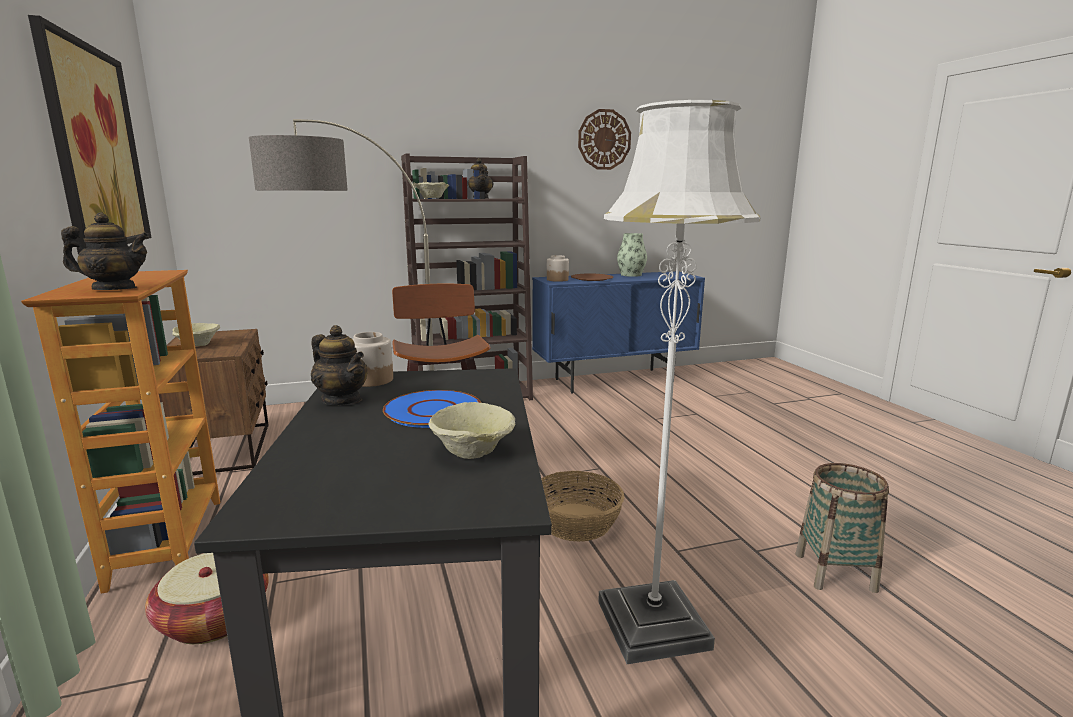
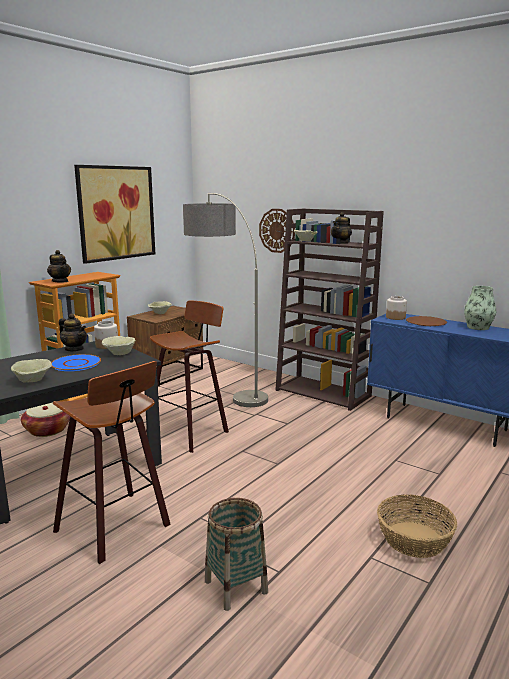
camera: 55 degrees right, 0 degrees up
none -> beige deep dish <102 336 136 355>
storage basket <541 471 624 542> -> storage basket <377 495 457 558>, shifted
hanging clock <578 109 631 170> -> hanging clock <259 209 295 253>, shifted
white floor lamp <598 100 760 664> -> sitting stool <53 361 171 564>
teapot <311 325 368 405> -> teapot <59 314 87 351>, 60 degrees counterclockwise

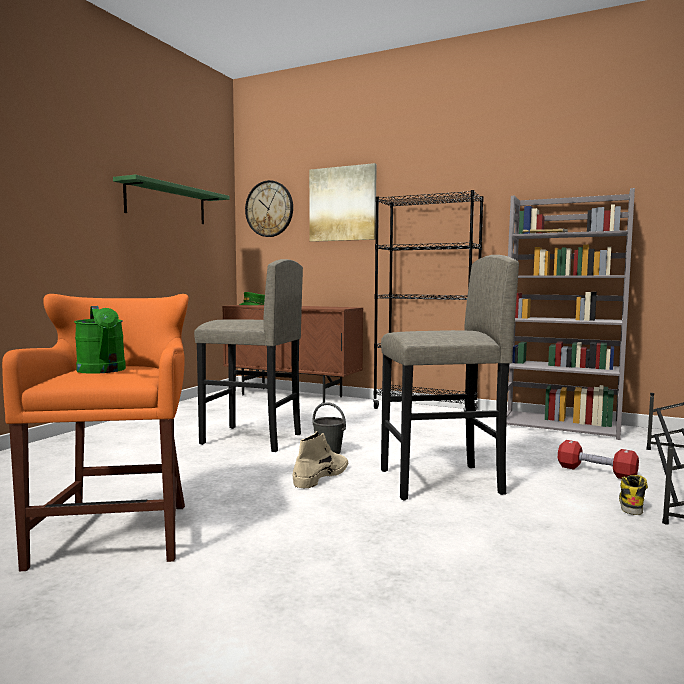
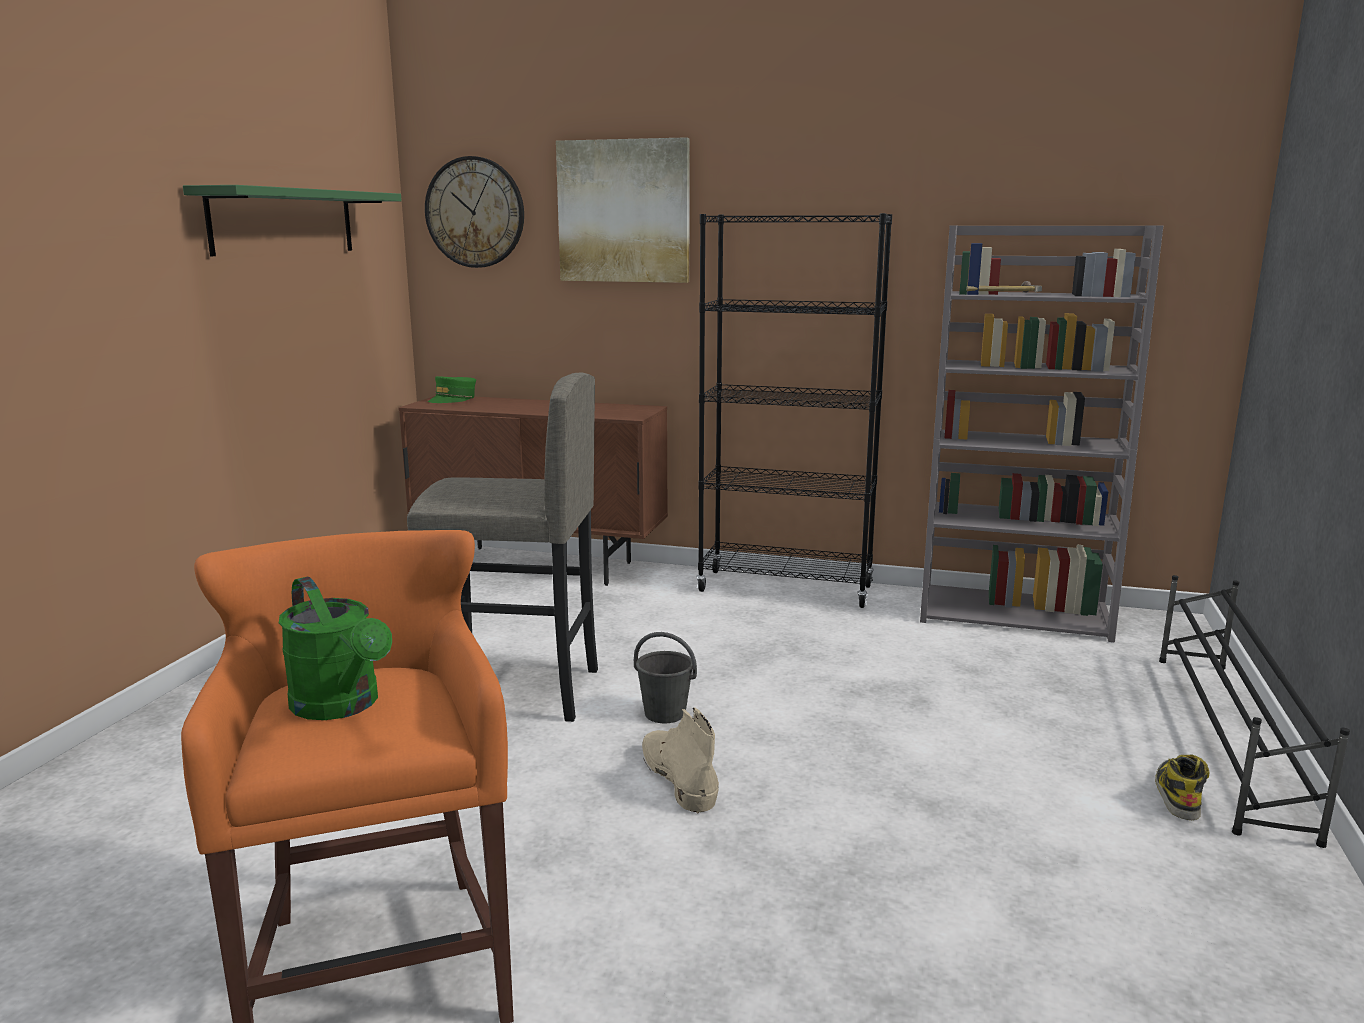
camera: 10 degrees left, 10 degrees up
greyish sitting stool <381 255 519 500> -> none
red-coloured hand weight <558 440 639 479> -> none
beige tall boot <292 431 348 488> -> beige tall boot <642 708 719 814>, 45 degrees counterclockwise

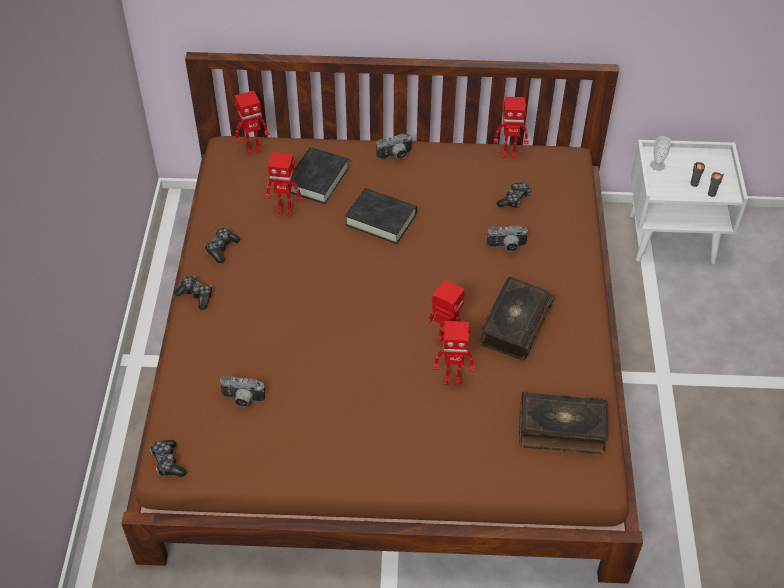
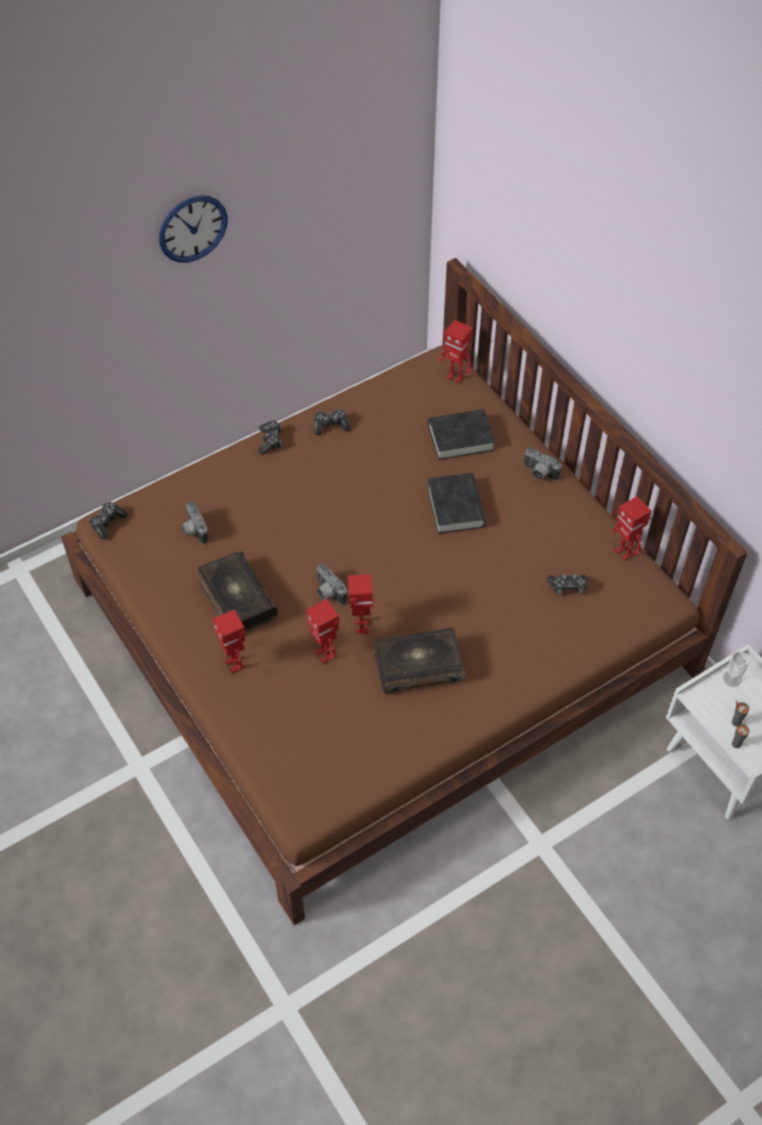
camera: 55 degrees right, 5 degrees up
none -> hanging clock <159 196 228 263>
toy robot <265 152 302 216> -> toy robot <213 609 245 674>, shifted
still camera <487 225 528 252> -> still camera <316 563 347 605>, shifted
book <519 391 608 454> -> book <198 551 278 632>, shifted

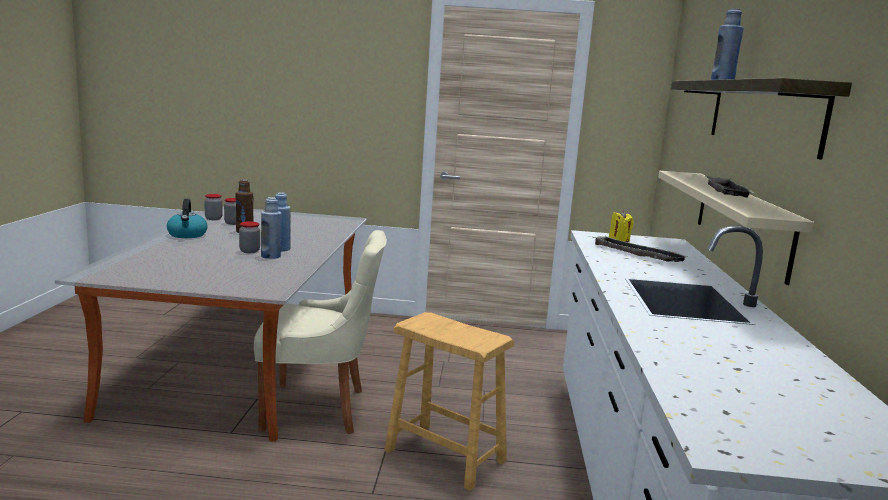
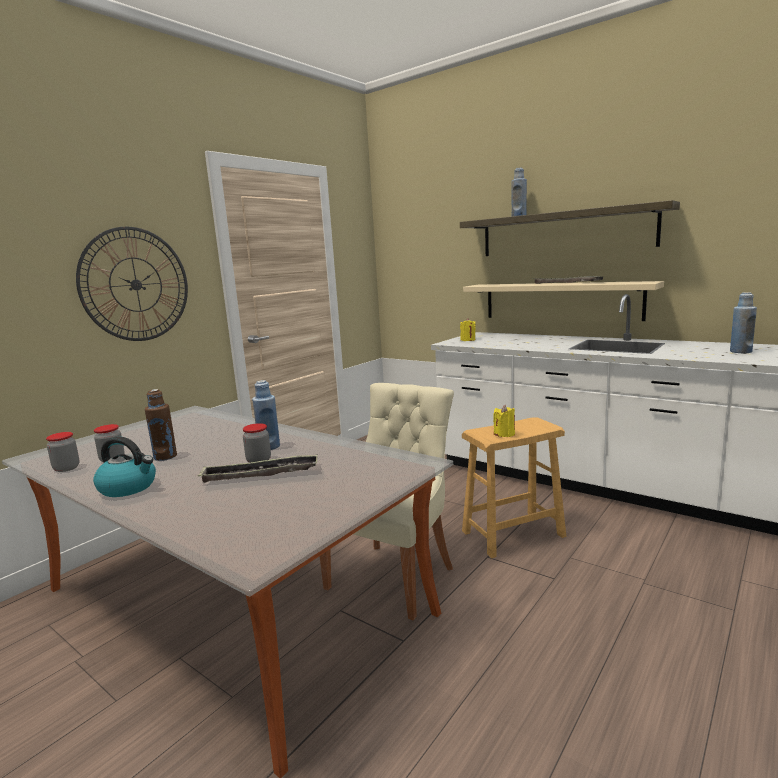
camera: 55 degrees left, 0 degrees up
none -> hanging clock <76 227 188 341>
none -> yellow wax candle <493 405 515 437>
bluish drink bottle <261 197 281 259> -> bluish drink bottle <730 293 757 353>, shifted
carrying tray <593 236 687 262> -> carrying tray <197 454 318 483>, shifted

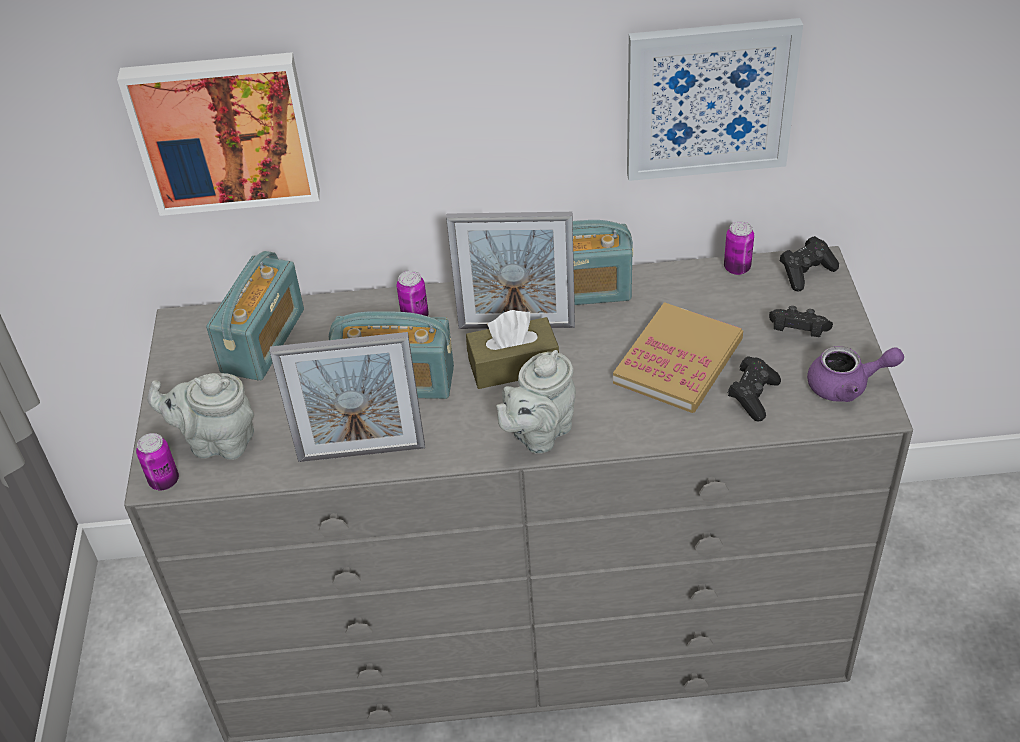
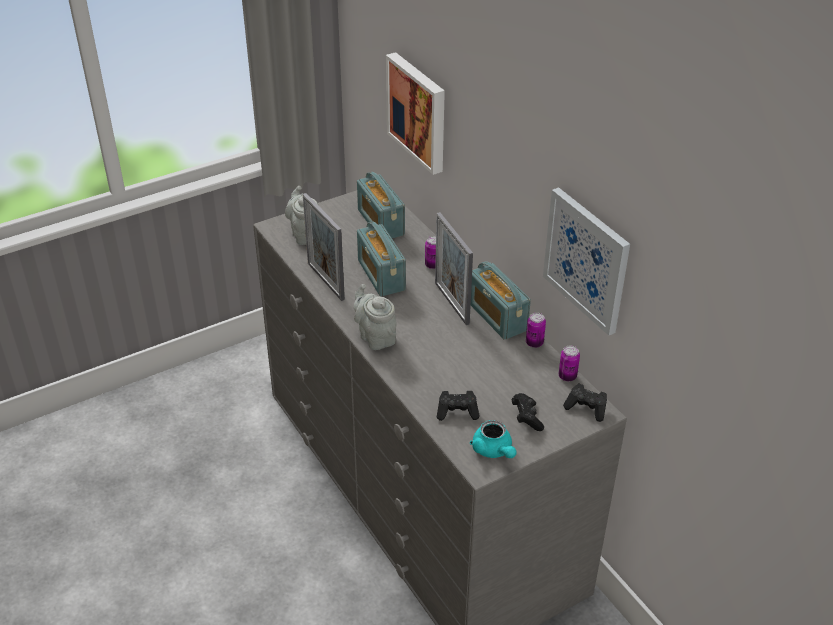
camera: 60 degrees right, 5 degrees down
brown box of tissues <466 310 559 389> -> none
book <613 302 743 413> -> none
sealed can <136 433 179 490> -> sealed can <526 313 546 348>, shifted
purplish teapot <807 346 904 402> -> turquoise-coloured teapot <470 420 517 458>
radio <206 251 304 381> -> radio <357 172 405 238>, 75 degrees clockwise
greyish teapot <496 350 576 454> -> greyish teapot <354 284 397 350>, 45 degrees clockwise

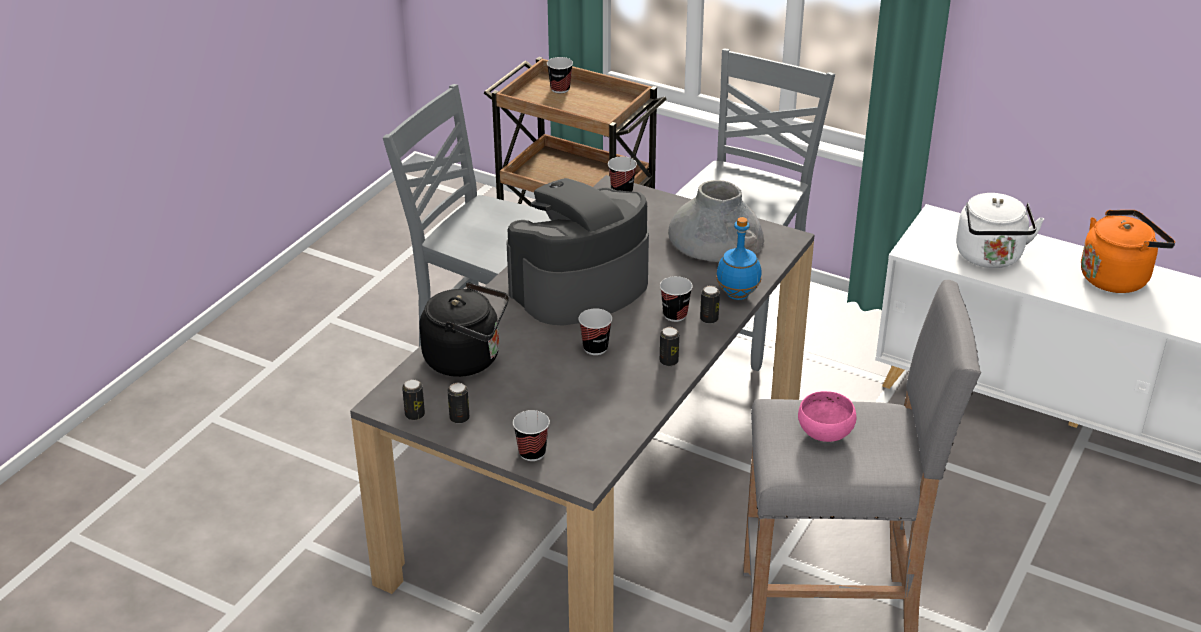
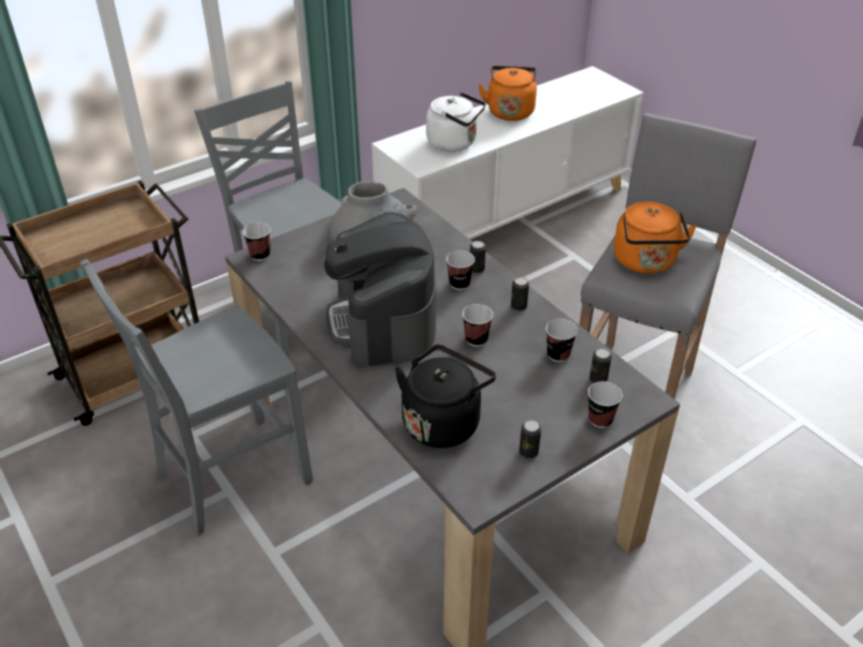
camera: 65 degrees left, 5 degrees up
bluish drink bottle <716 217 762 300> -> none
sealed can <402 379 425 420> -> sealed can <590 349 612 383>, shifted
cup <547 57 573 93> -> cup <546 319 578 362>, shifted
pink deep dish <798 391 857 442> -> orange tea kettle <614 202 697 274>

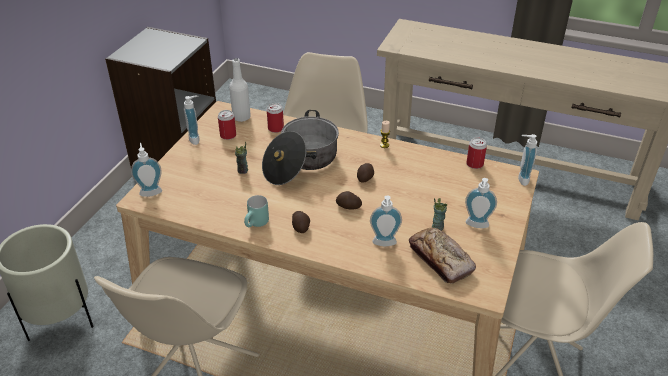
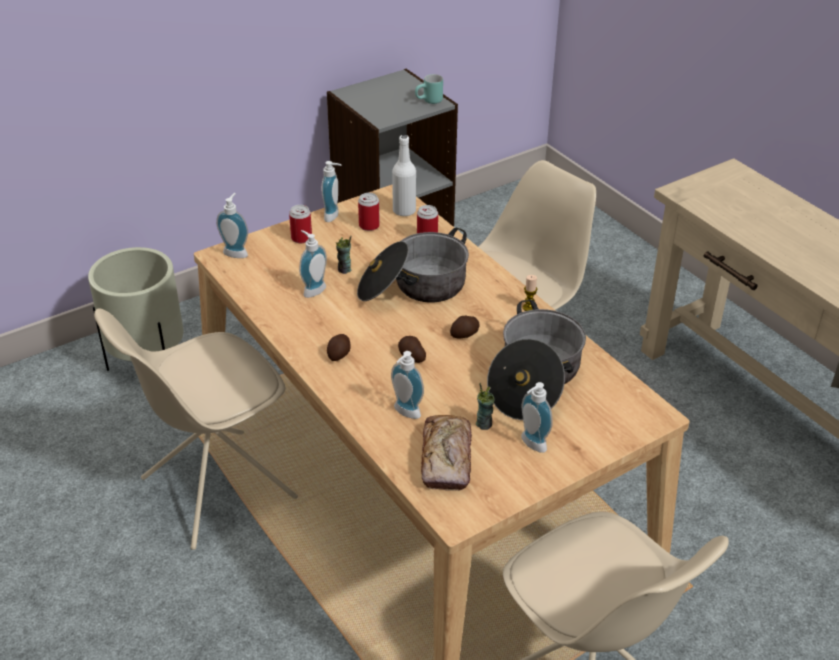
camera: 35 degrees right, 0 degrees up
none -> cooking pot <487 299 586 420>
turquoise-coloured coffee mug <244 195 269 227> -> turquoise-coloured coffee mug <415 74 443 104>, shifted
sealed can <466 138 487 169> -> sealed can <289 205 312 243>, shifted
soap bottle <518 134 537 186> -> soap bottle <299 230 327 298>, shifted

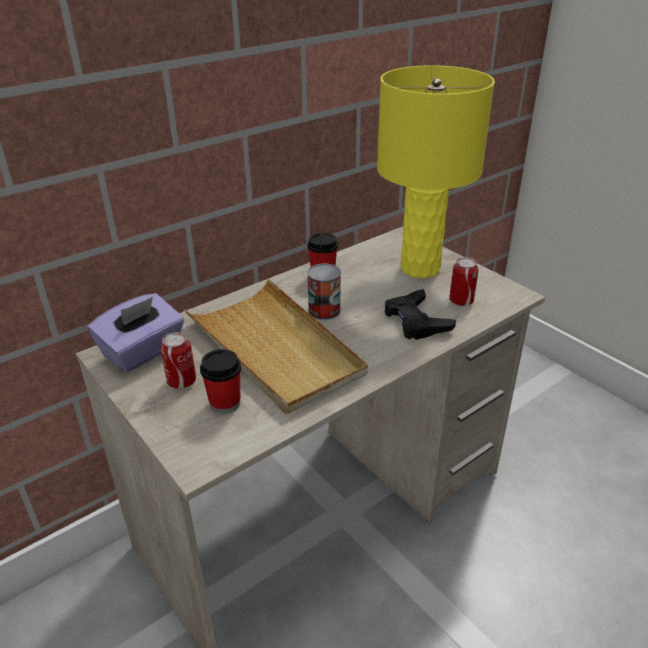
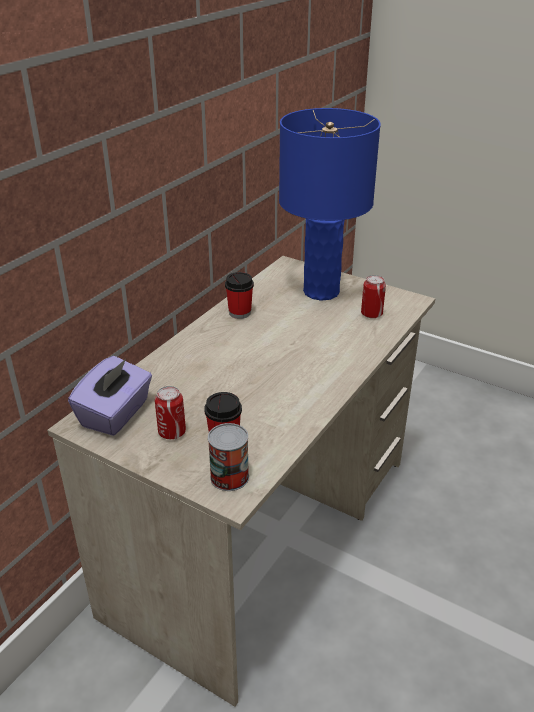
camera: 20 degrees left, 0 degrees up
beige carrying tray <184 279 368 414> -> none
blackish game controller <385 289 456 340> -> none
sealed can <307 264 341 320> -> sealed can <208 423 249 491>, shifted
yellow lamp for a table <377 65 495 278> -> bluish lamp for a table <279 108 381 301>

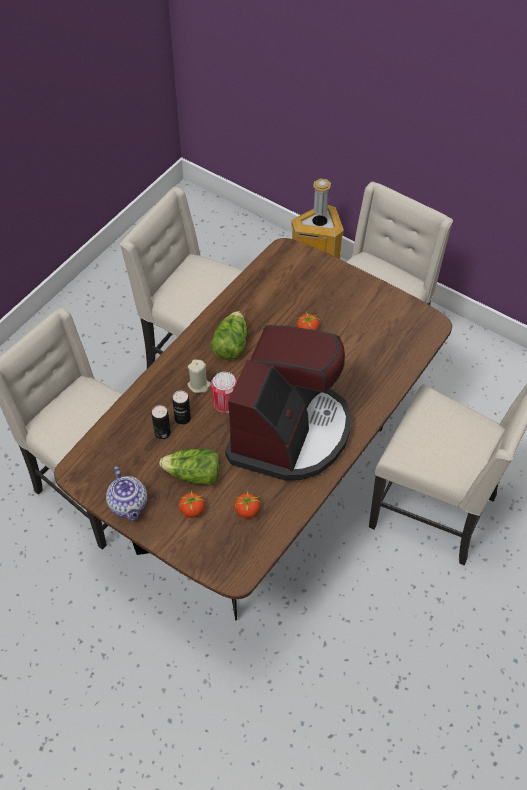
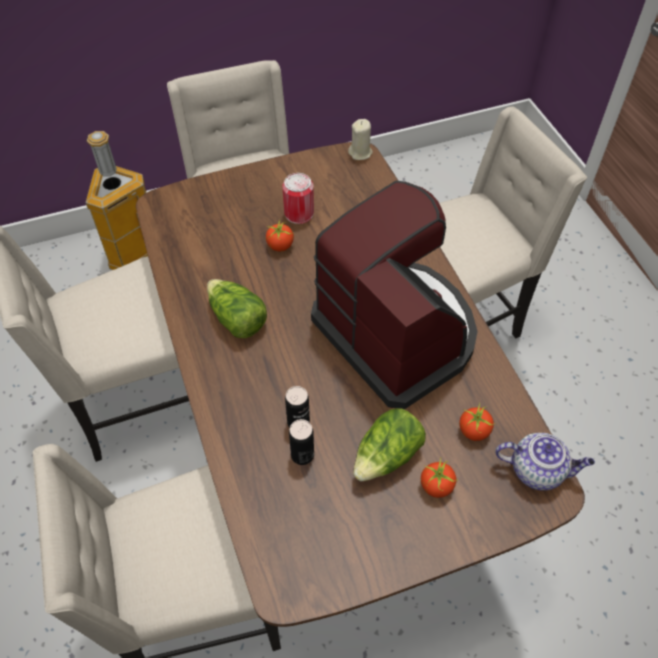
camera: 55 degrees left, 0 degrees up
teapot <106 466 147 521> -> teapot <495 433 595 491>, shifted
beige wax candle <187 360 211 393> -> beige wax candle <348 119 373 160>, shifted
sealed can <211 372 237 413> -> sealed can <282 173 314 224>, shifted

